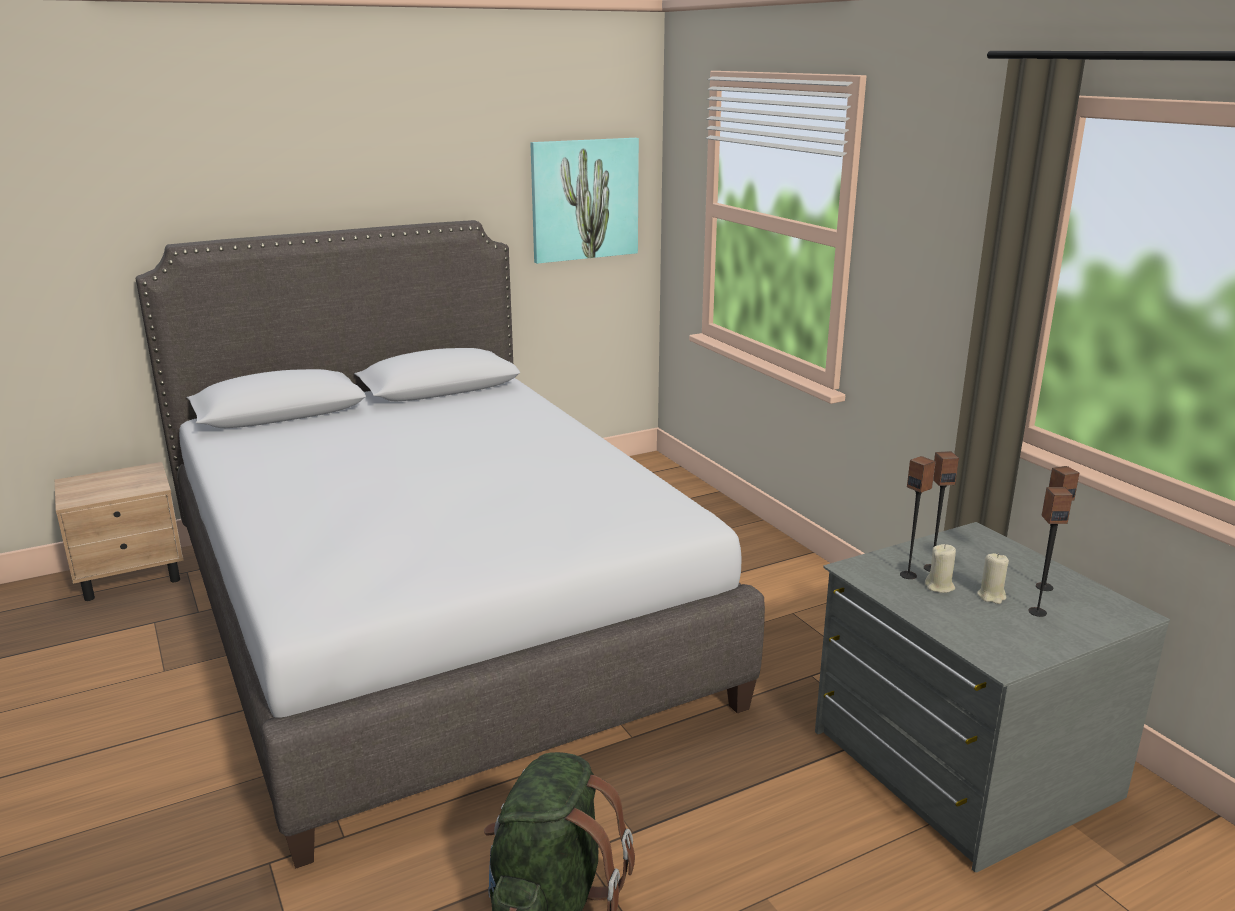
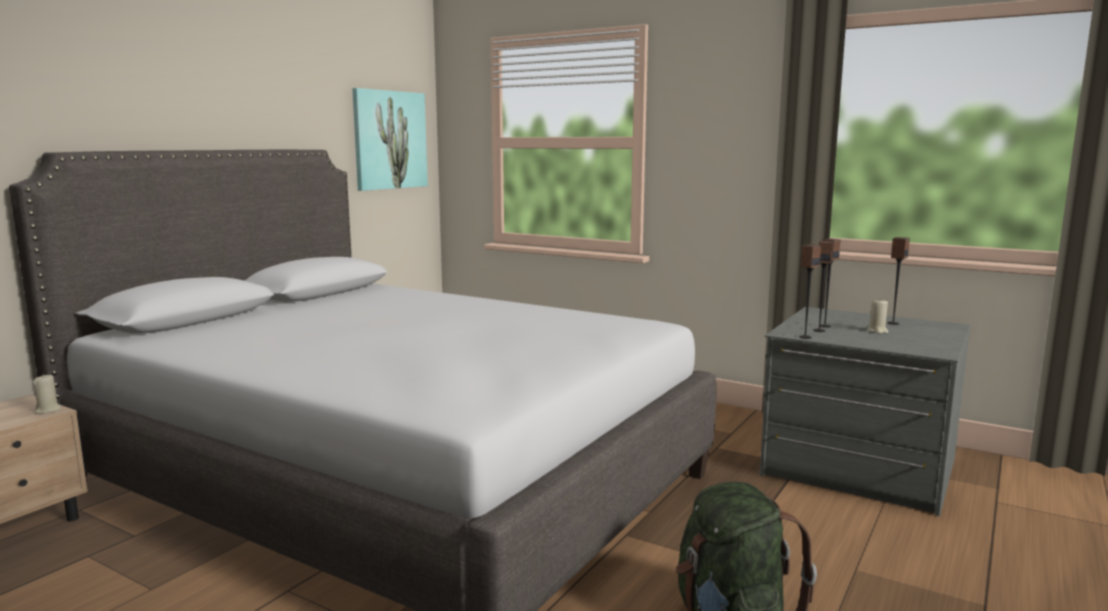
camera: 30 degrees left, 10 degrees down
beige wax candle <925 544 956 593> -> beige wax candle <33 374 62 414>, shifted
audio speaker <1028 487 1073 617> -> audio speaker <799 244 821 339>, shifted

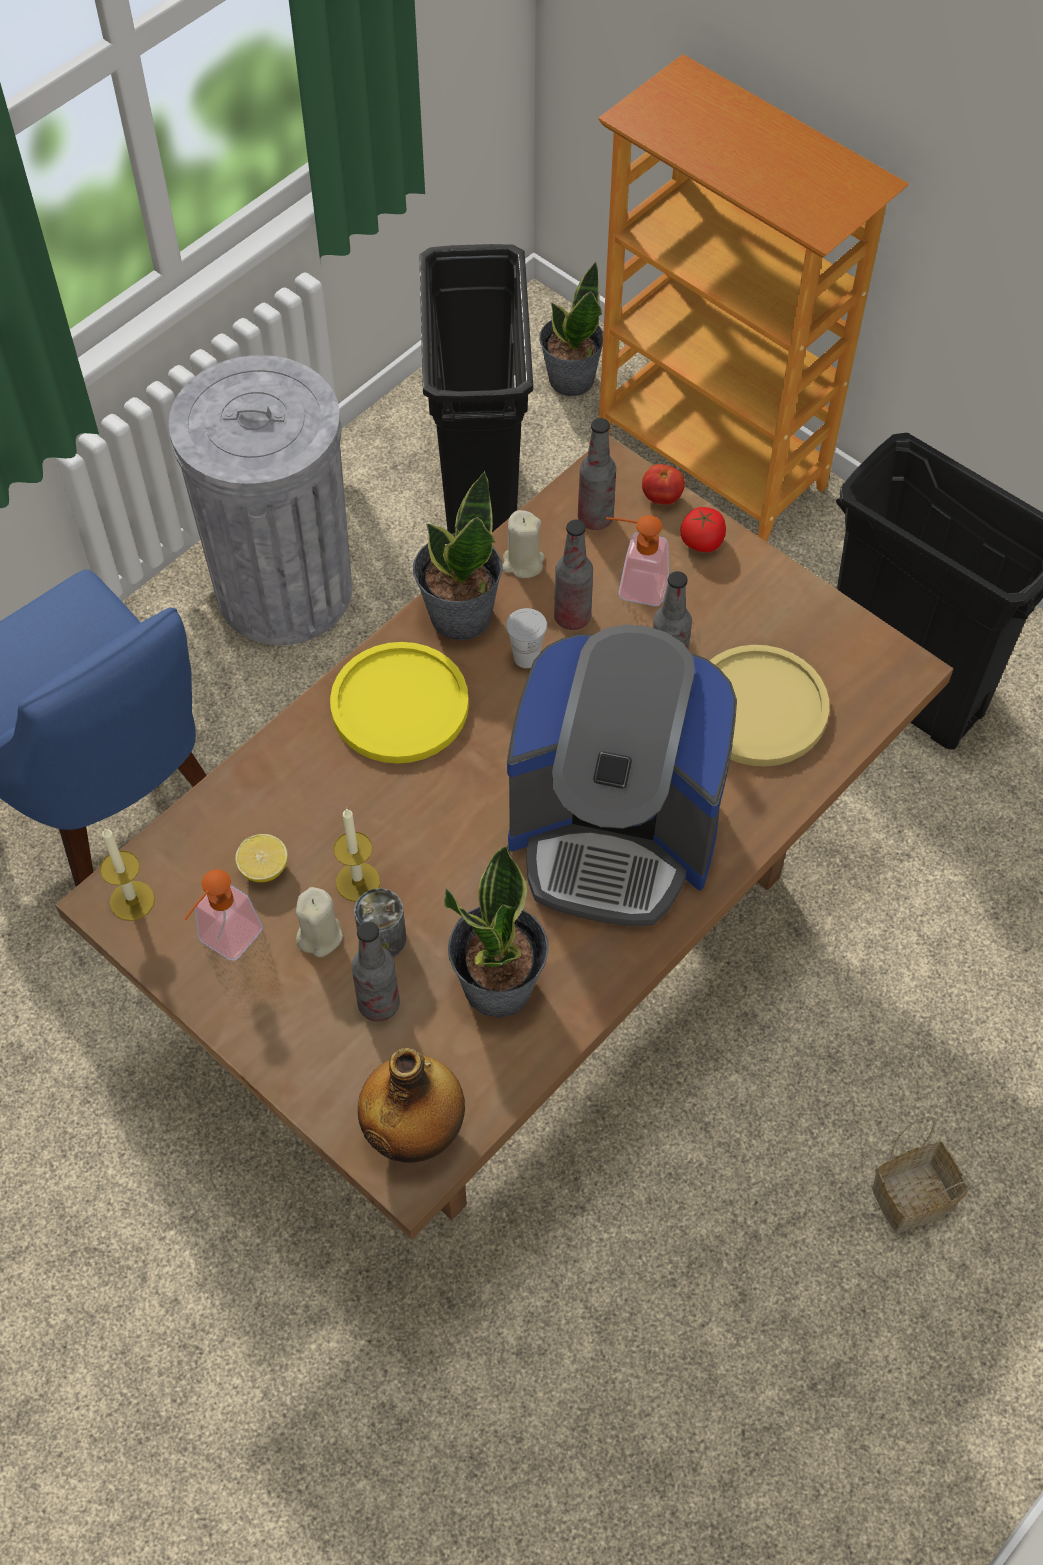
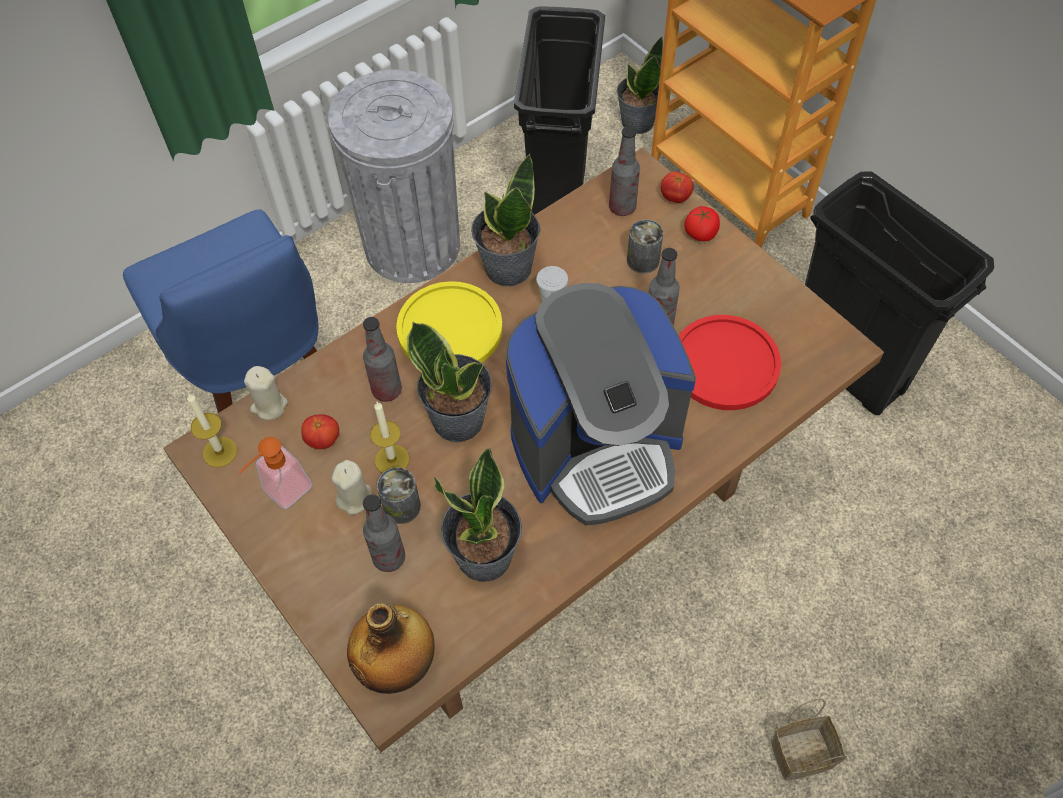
camera: 10 degrees right, 0 degrees up
none -> plant in a pot <407 321 492 442>
beige wax candle <503 510 544 578> -> beige wax candle <244 366 288 420>, shifted
drink bottle <554 520 593 630> -> drink bottle <363 317 402 402>, shifted
whole lemon <235 834 288 882> -> tomato <301 414 339 449>
soap bottle <606 515 669 606> -> sealed can <627 220 663 274>
yellow flat dish <709 645 829 767> -> red-coloured flat dish <679 315 781 410>
coffee machine <507 624 737 927> -> coffee machine <506 283 696 526>, 45 degrees counterclockwise

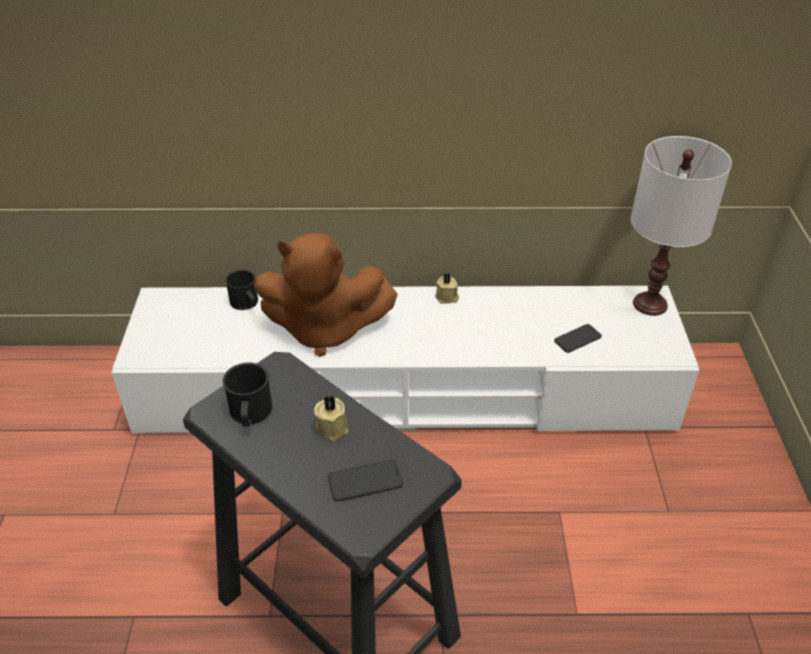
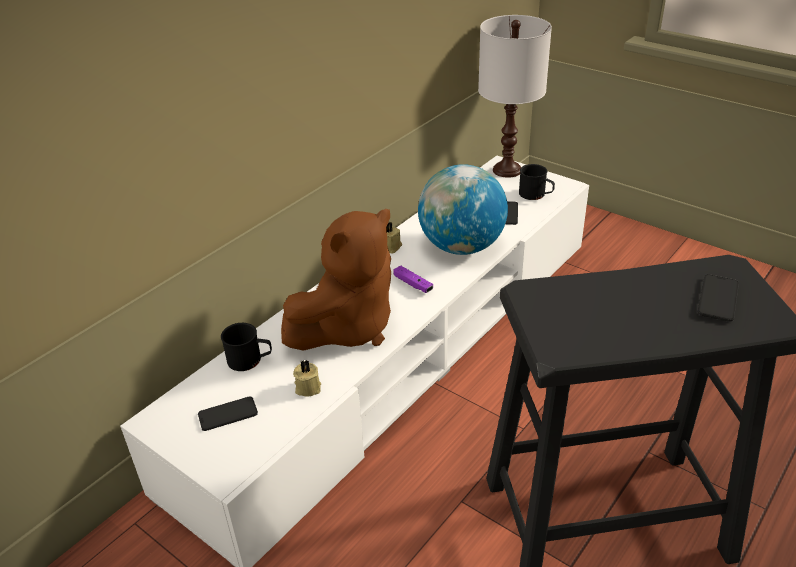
camera: 50 degrees left, 5 degrees down
none -> handset <198 396 258 431>
none -> purplish game controller <393 265 433 293>
none -> globe <418 164 508 255>
blackish coffee mug <223 363 272 427> -> blackish coffee mug <519 164 555 200>, shifted
beige wax candle <314 395 349 441> -> beige wax candle <293 360 321 397>, shifted

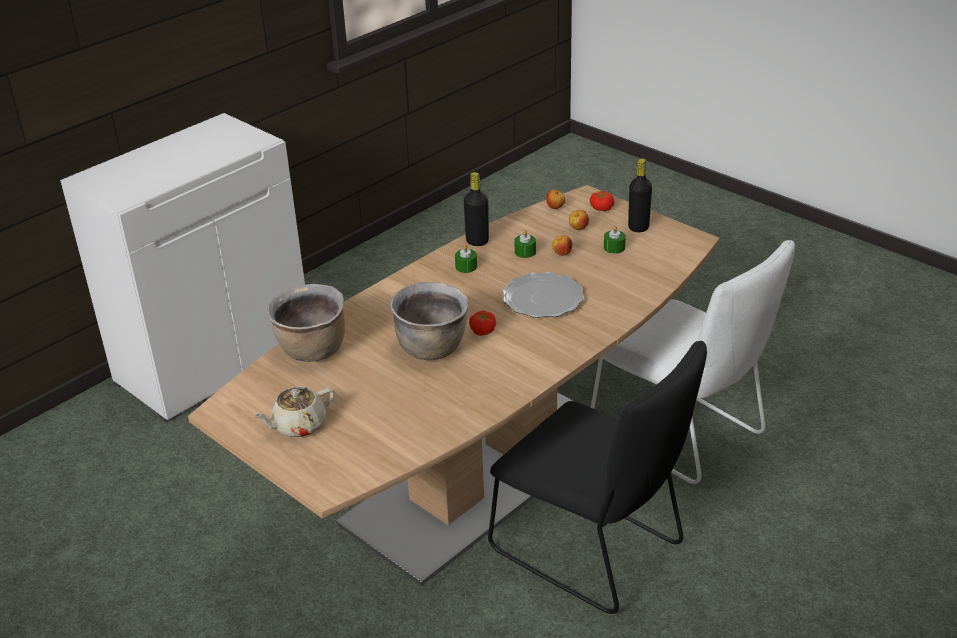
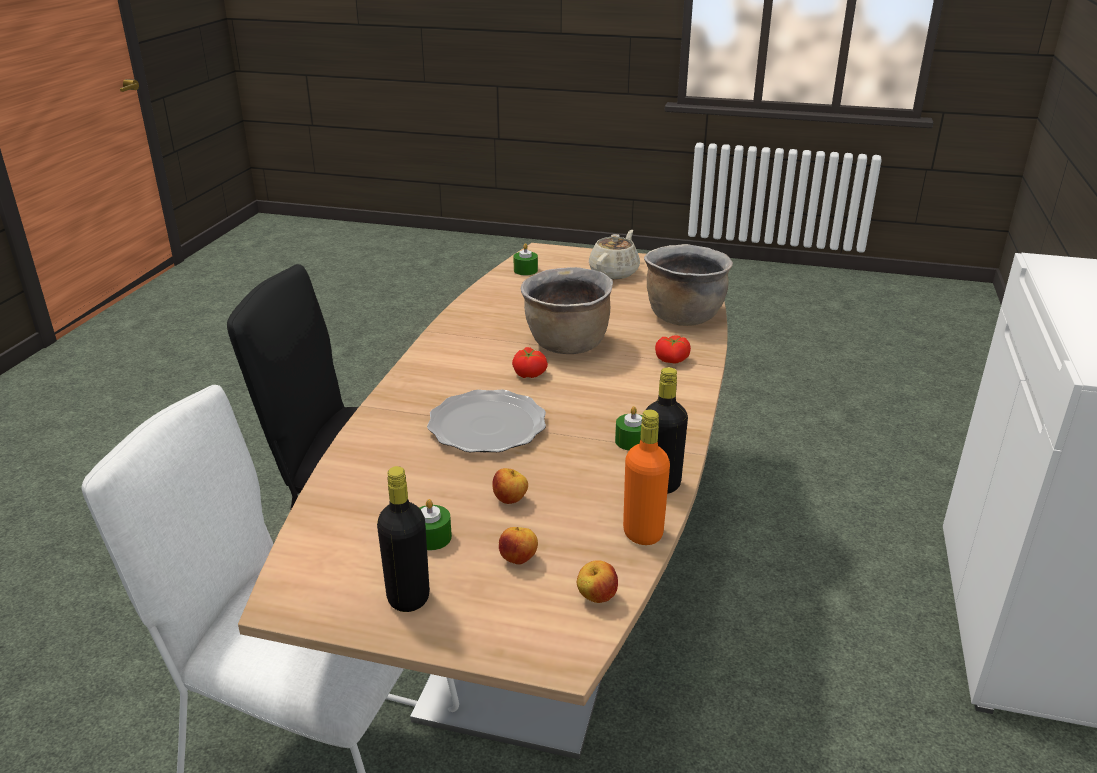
camera: 150 degrees right, 5 degrees down
none -> orange drink bottle <623 409 670 545>
green-coloured wax candle <514 230 536 258> -> green-coloured wax candle <513 243 538 275>, shifted
tomato <590 191 614 211> -> tomato <655 335 691 363>, shifted

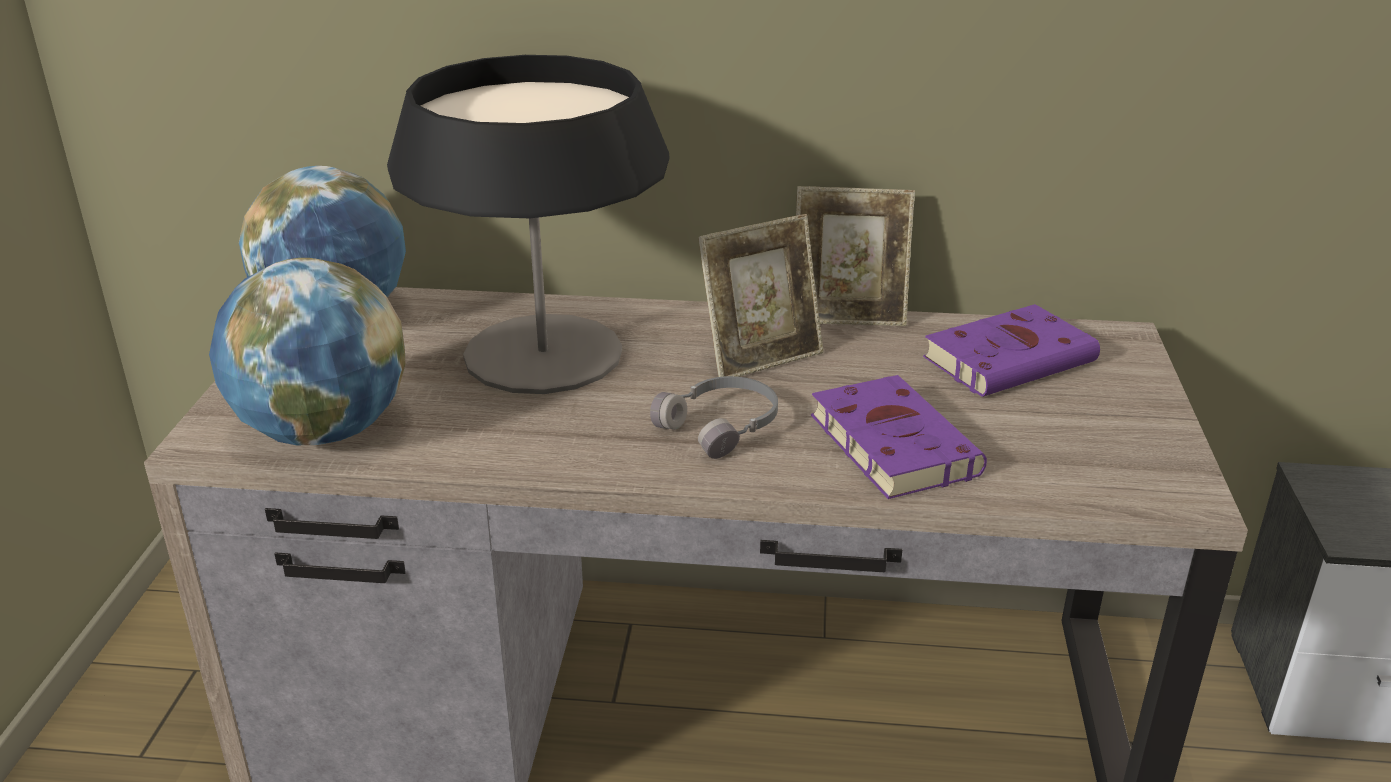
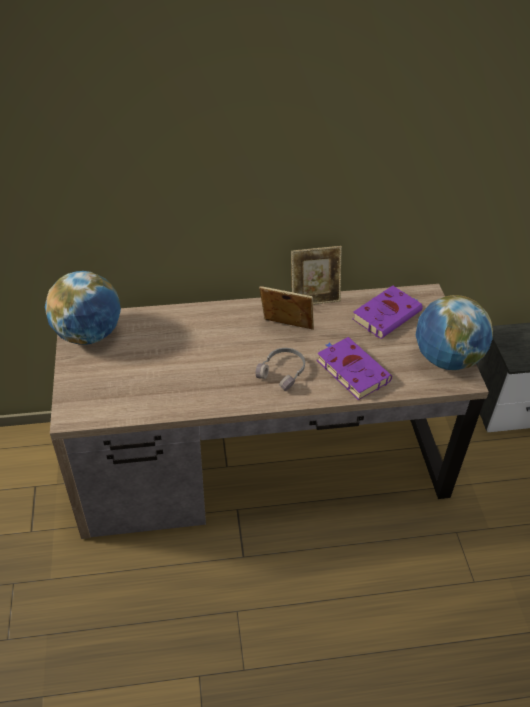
camera: 15 degrees left, 15 degrees up
lamp for a table <387 55 669 394> -> none
globe <209 258 405 445> -> globe <416 295 493 370>, shifted
standing frame <698 214 824 377> -> standing frame <259 286 314 330>, 120 degrees counterclockwise

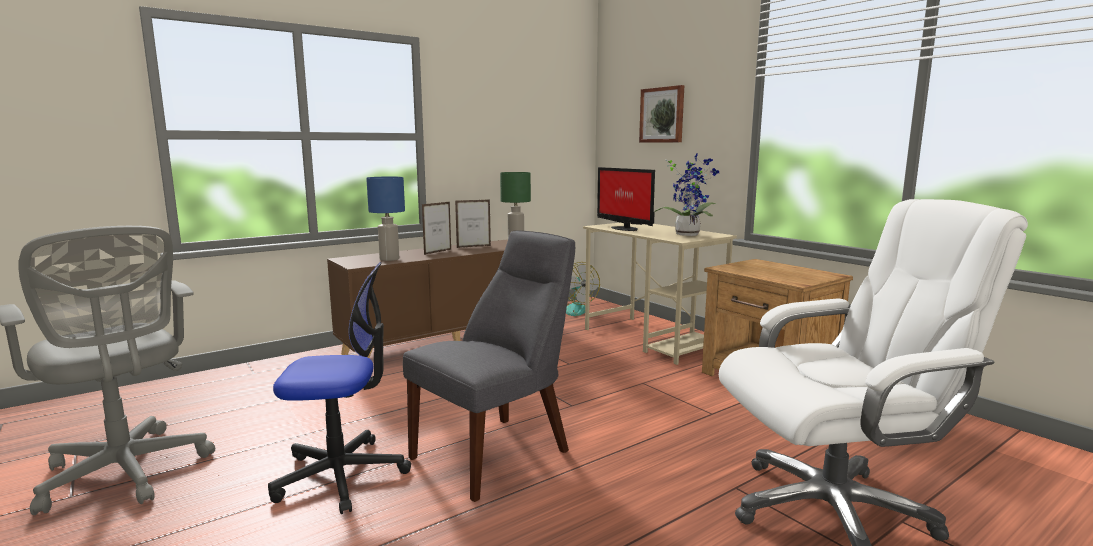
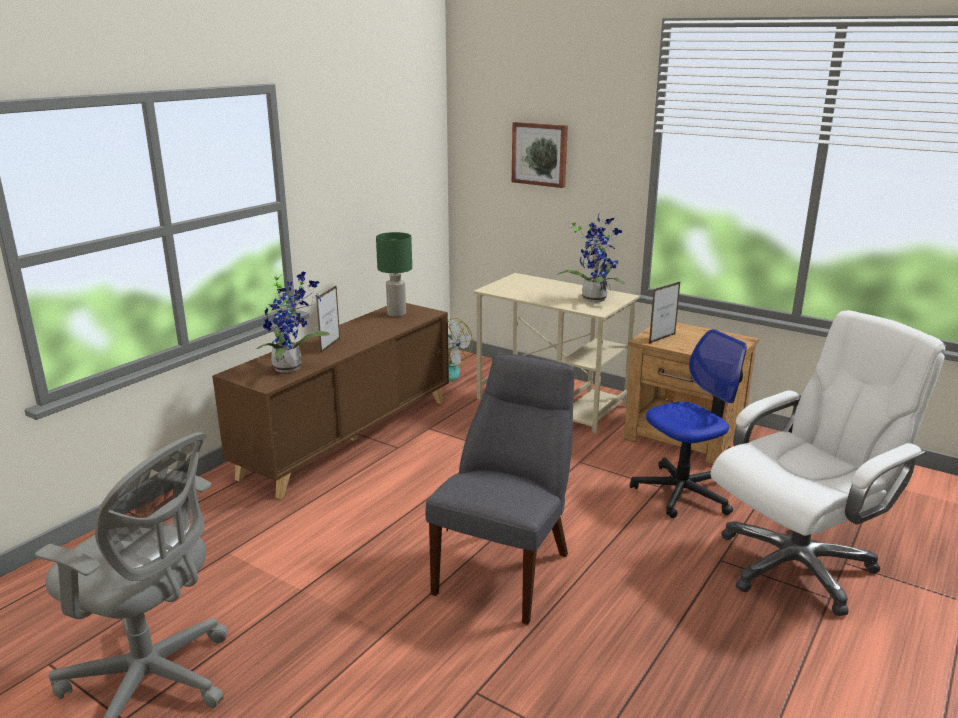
camera: 20 degrees left, 10 degrees up
computer screen <597 167 655 231> -> none
desk chair <268 262 411 514> -> desk chair <630 329 747 518>, shifted
standing frame <455 200 491 248> -> standing frame <649 281 681 344>, shifted
bluish lamp for a table <366 177 405 261> -> plant in a pot <257 271 330 373>

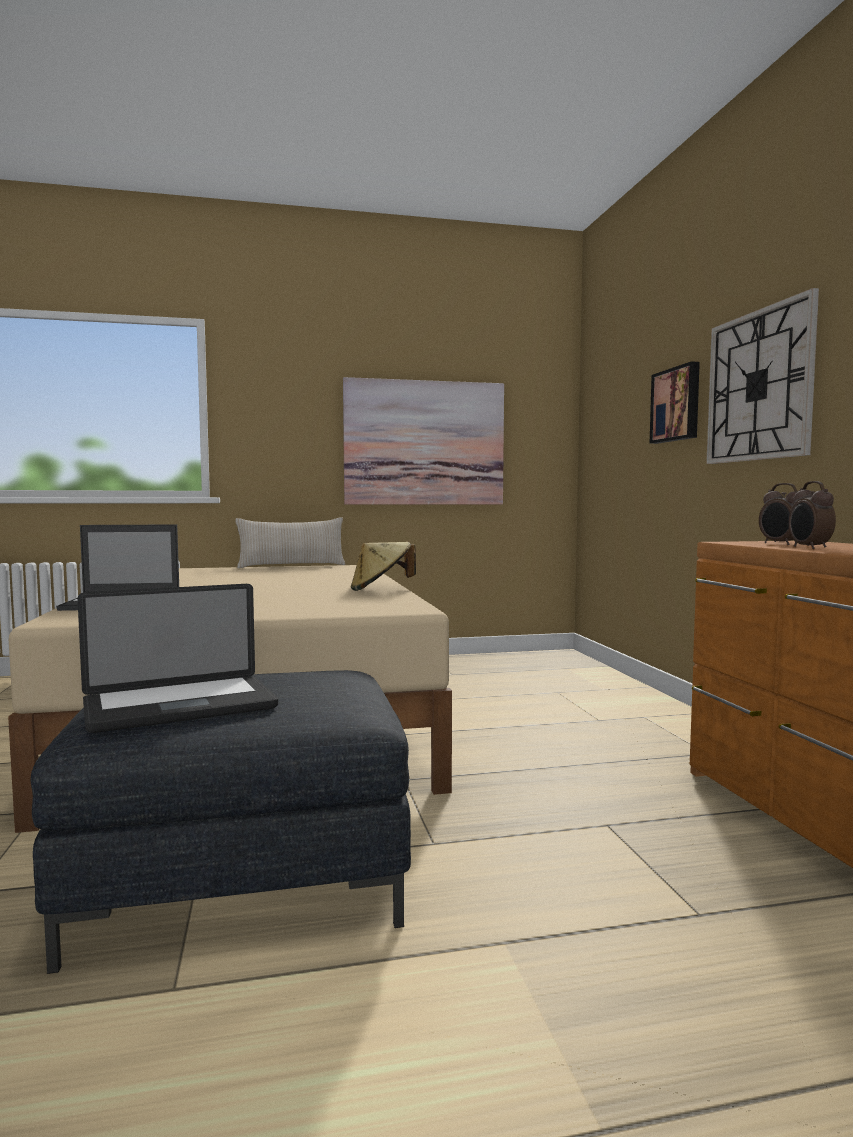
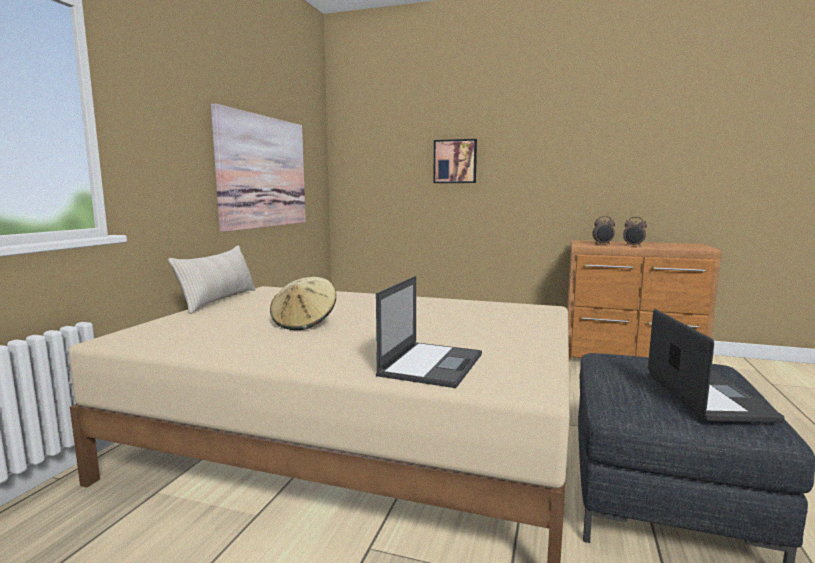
camera: 60 degrees left, 5 degrees up
hanging clock <706 288 819 464> -> none
beige clothing hat <351 542 416 591> -> beige clothing hat <270 277 336 330>, shifted

